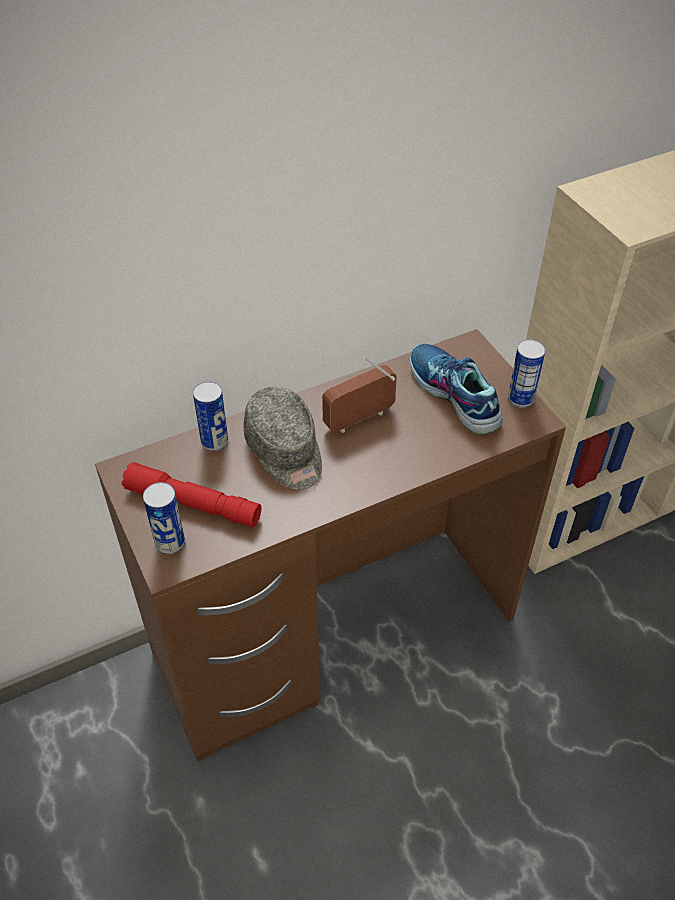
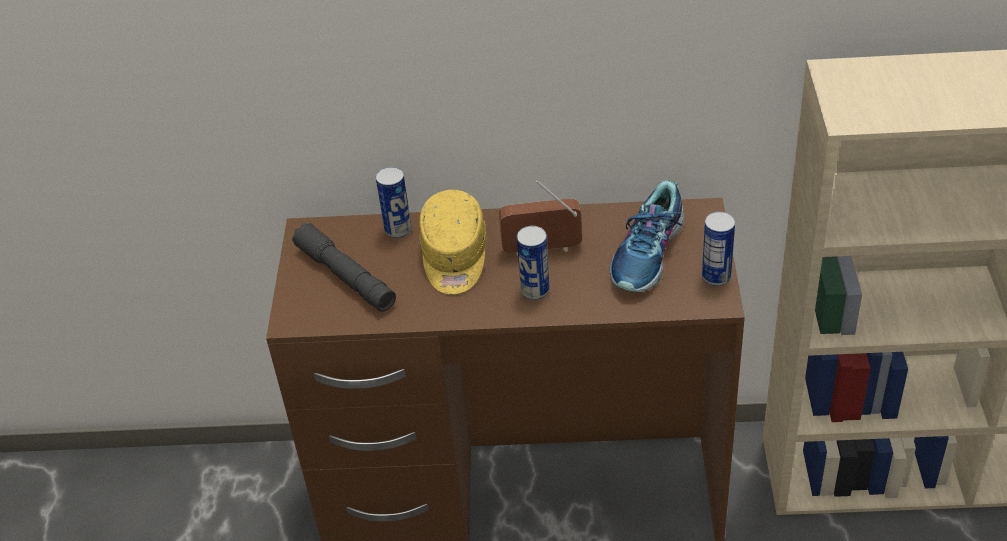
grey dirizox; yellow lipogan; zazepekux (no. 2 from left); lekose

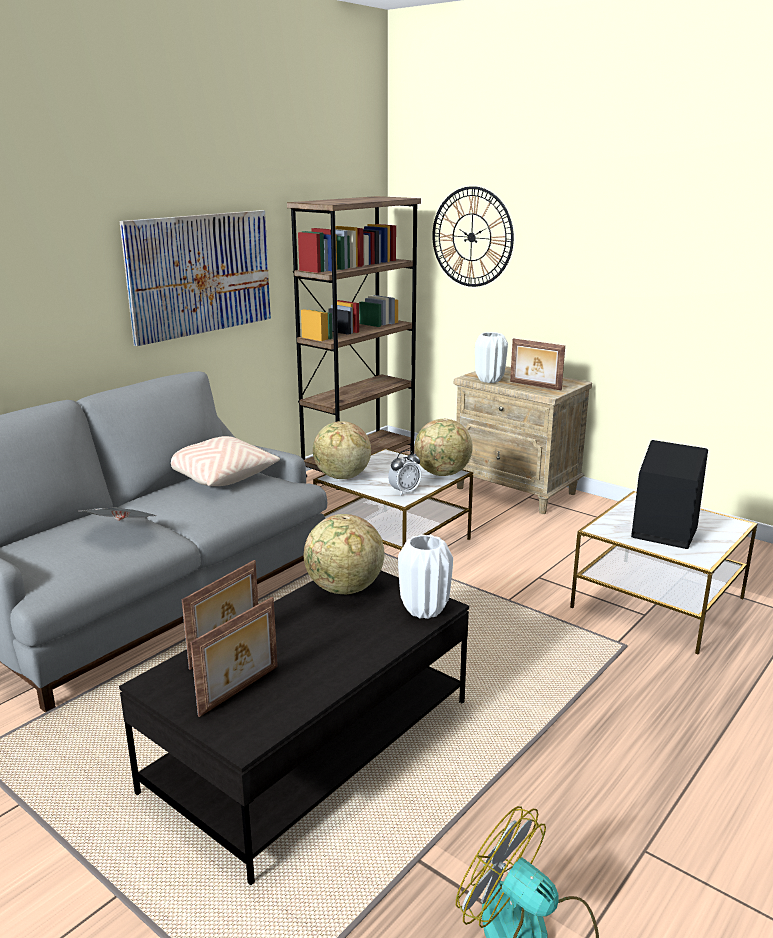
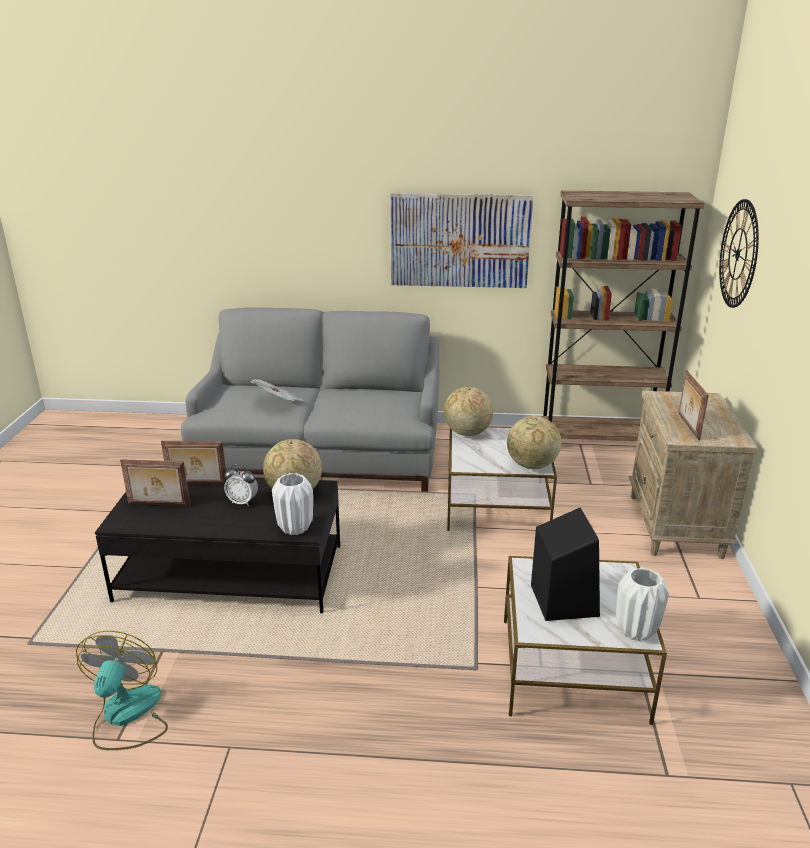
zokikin; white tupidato (no. 2 from left); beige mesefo

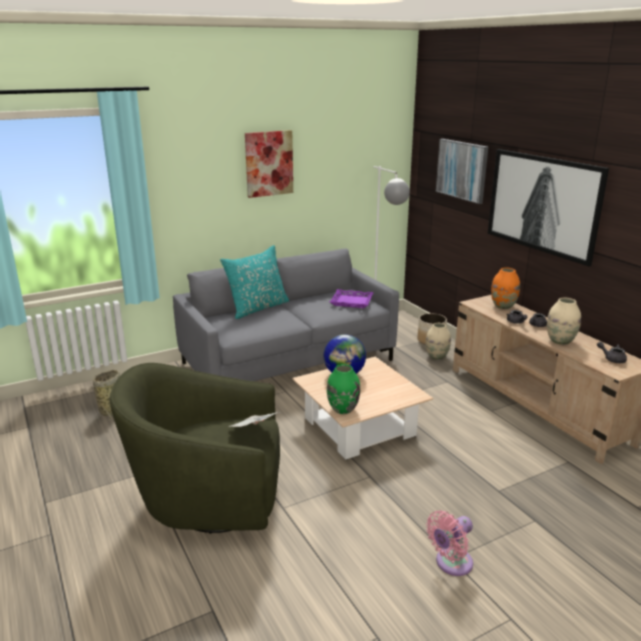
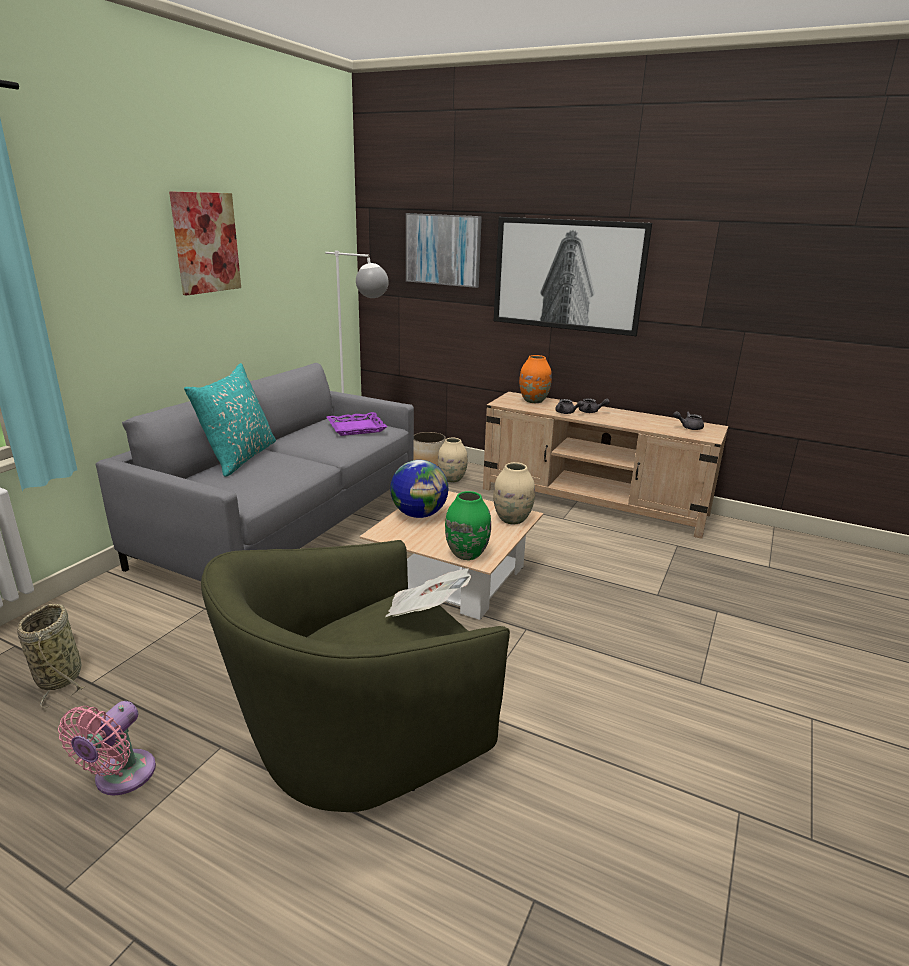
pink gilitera; beige tupidato (no. 2 from left)

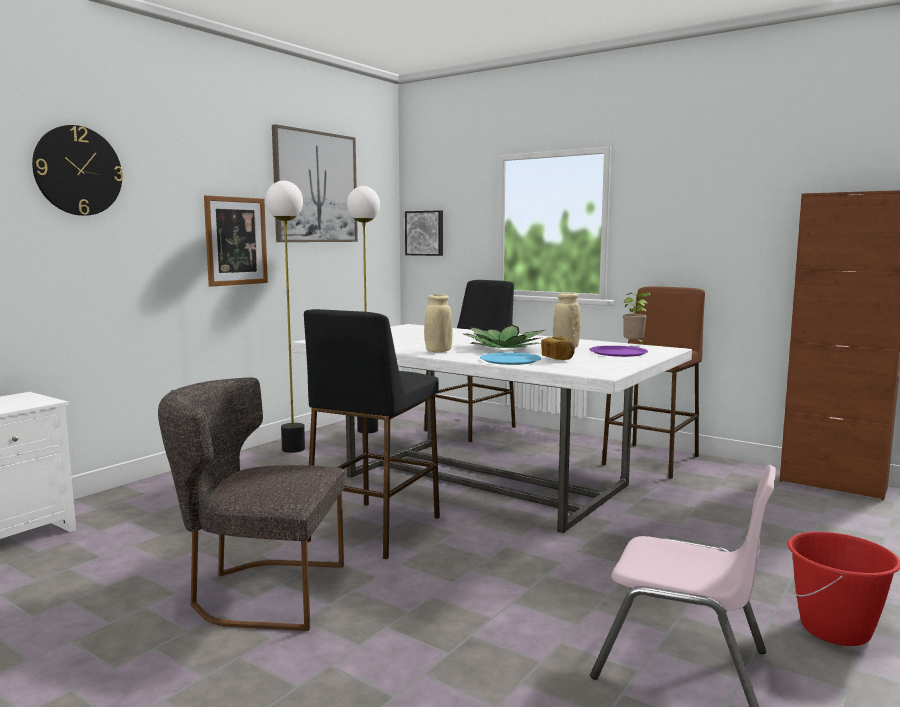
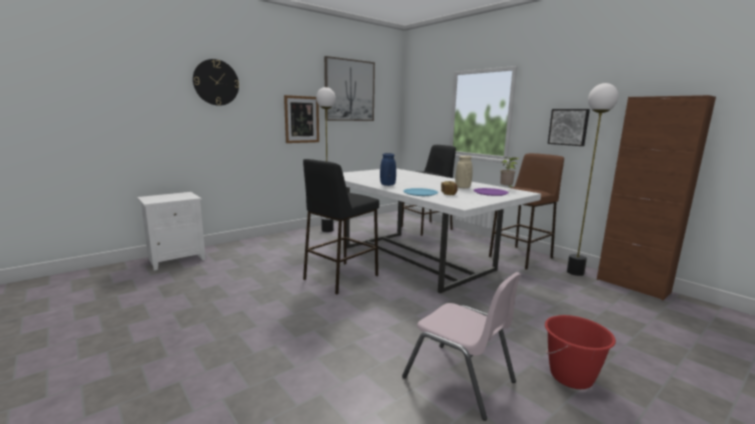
blue tupidato; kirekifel (no. 3 from left); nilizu (no. 2 from left); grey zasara; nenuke (no. 1 from left in the first image)

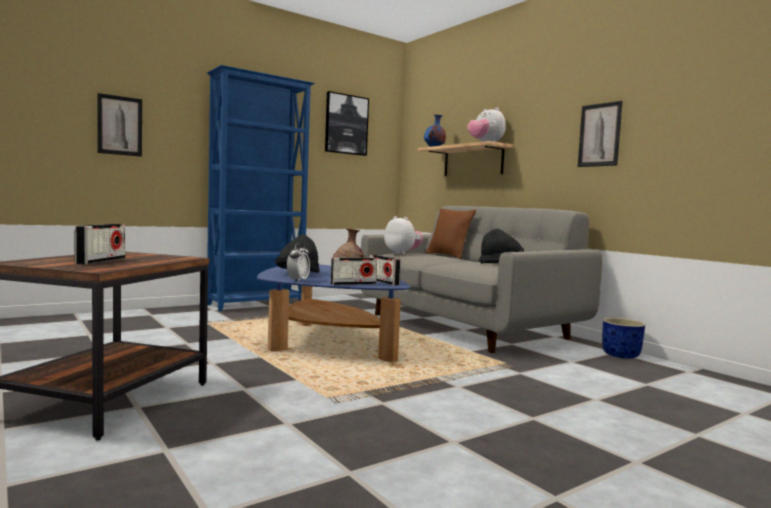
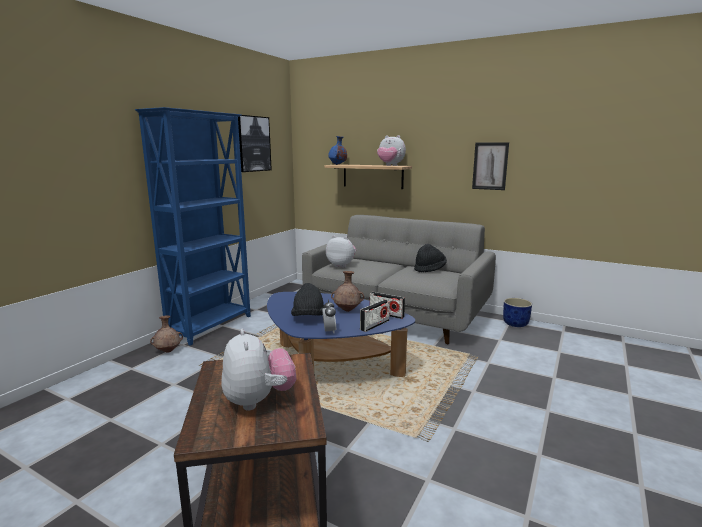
brown tupidato (no. 1 from left); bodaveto (no. 1 from left); kirekifel (no. 1 from left in the first image); brown mesefo

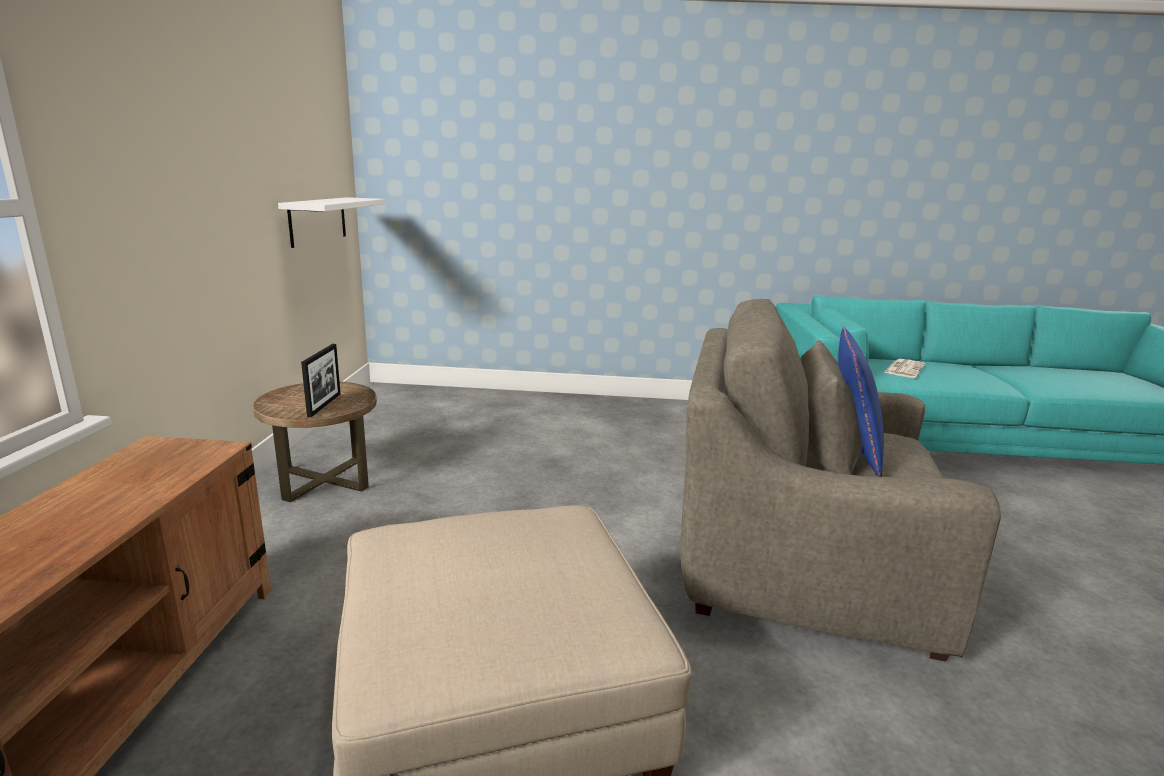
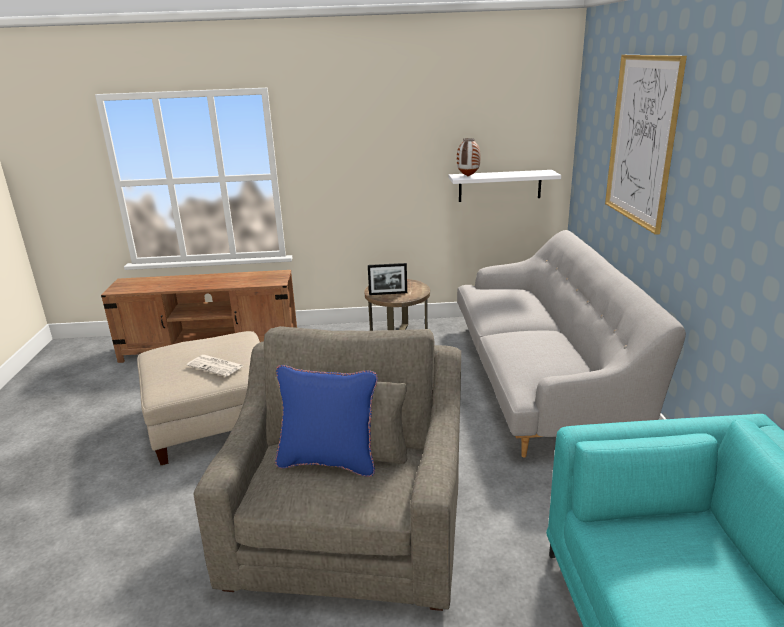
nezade; tupidato; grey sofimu; kirekifel

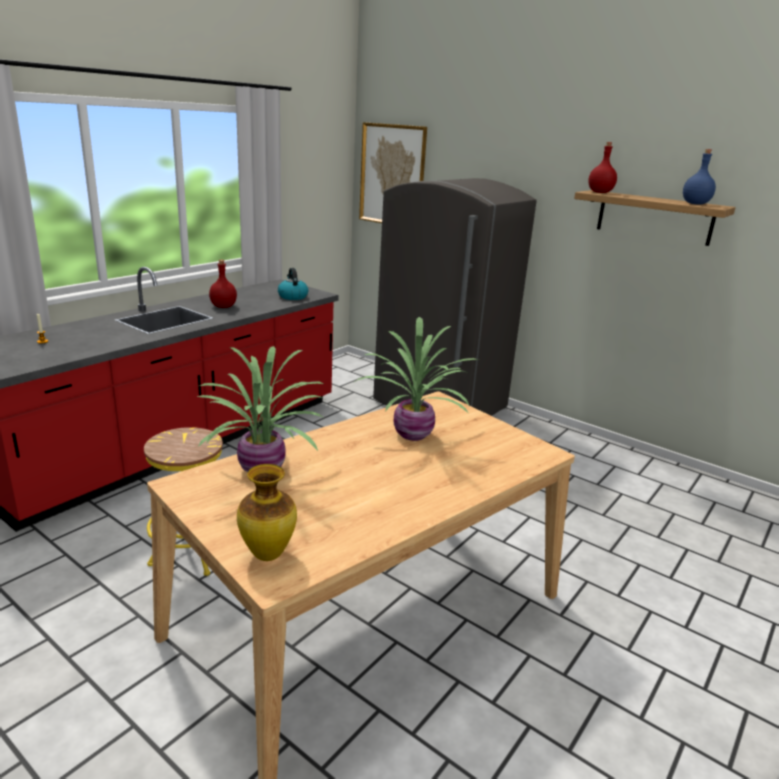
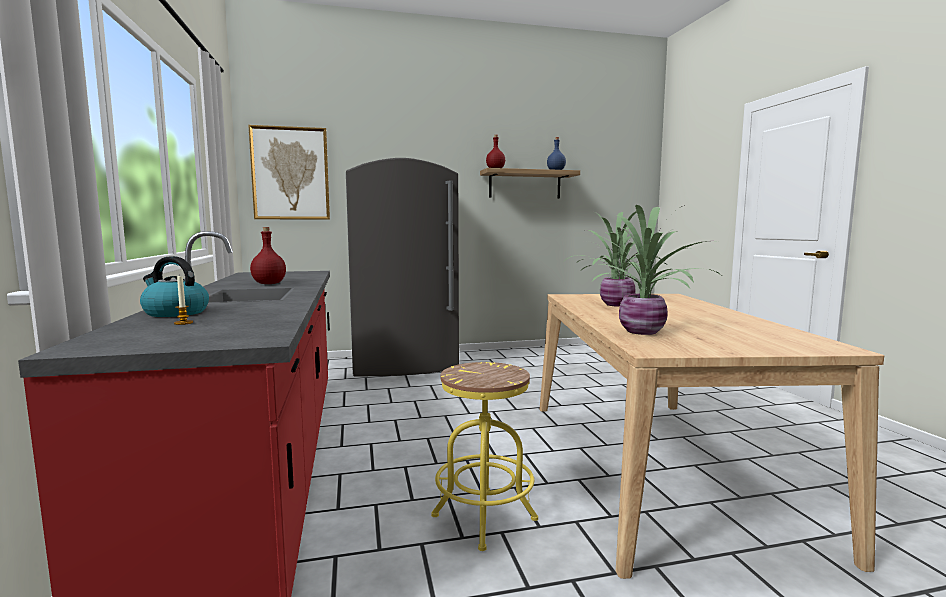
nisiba; tupidato

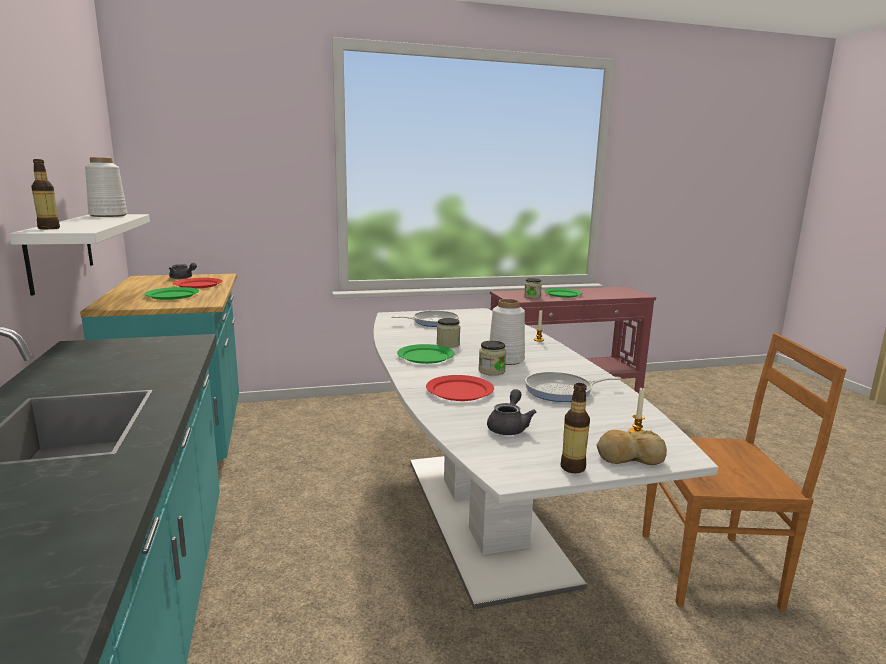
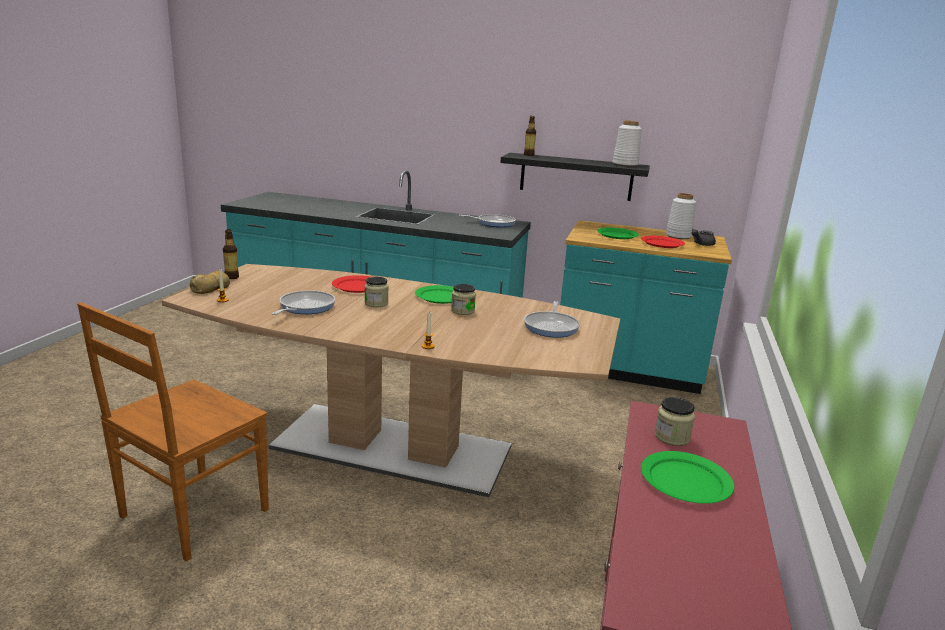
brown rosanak; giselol (no. 2 from left); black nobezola; white tupidato (no. 2 from left); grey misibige (no. 2 from left in the first image)

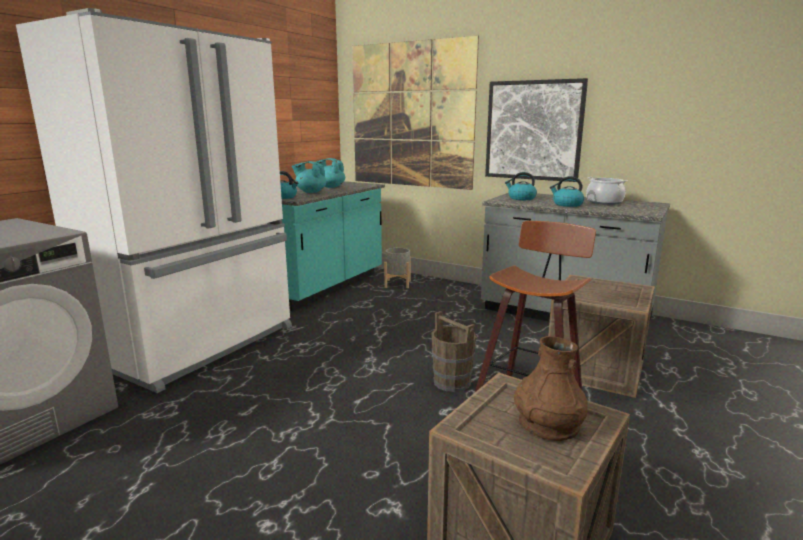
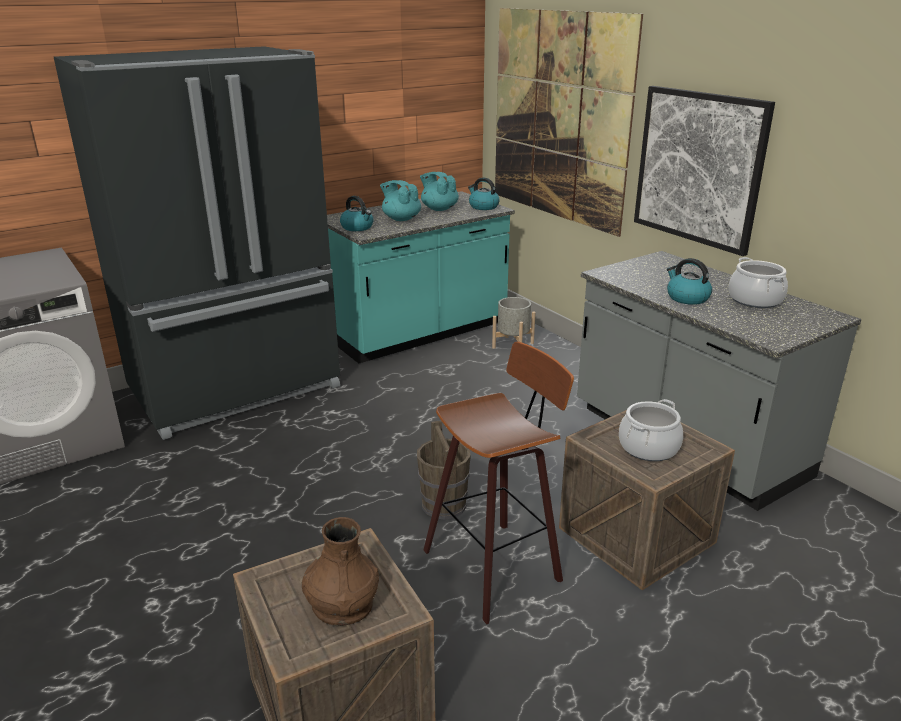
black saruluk; nisiba (no. 2 from left); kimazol (no. 1 from left)

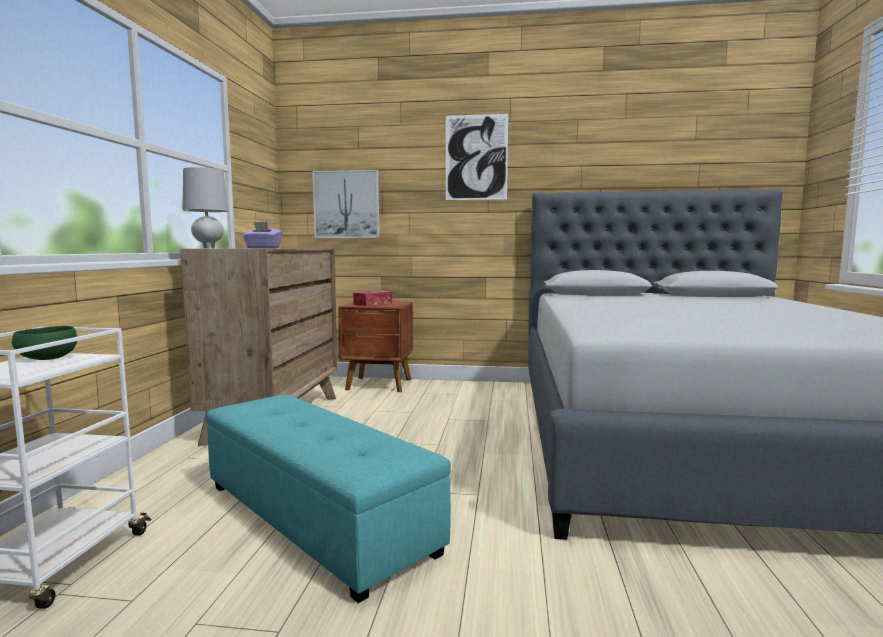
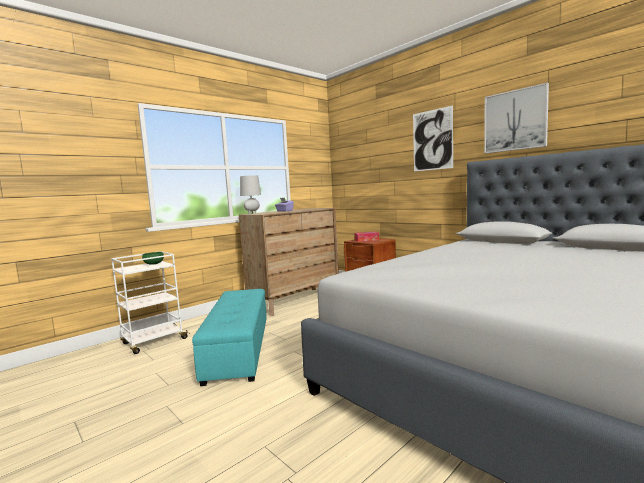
kirekifel (no. 2 from left)

